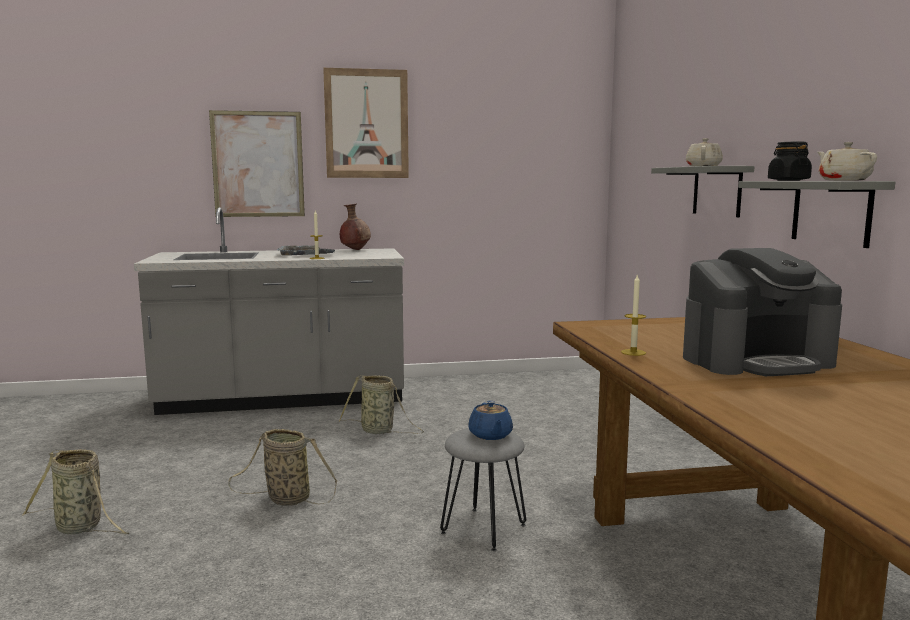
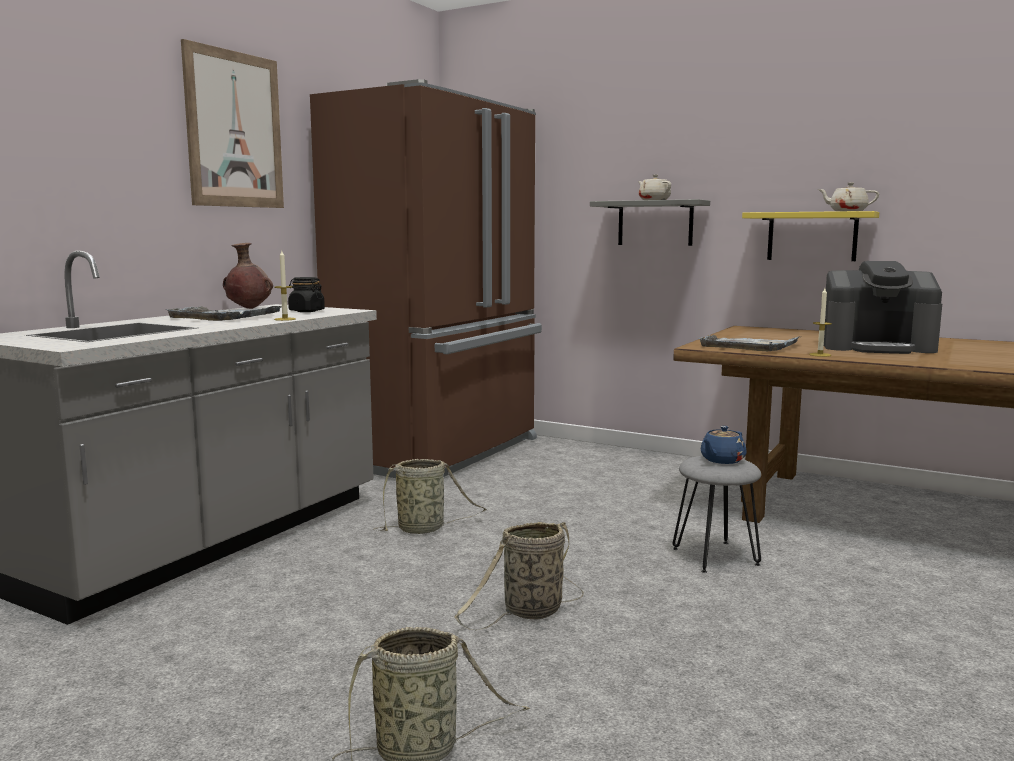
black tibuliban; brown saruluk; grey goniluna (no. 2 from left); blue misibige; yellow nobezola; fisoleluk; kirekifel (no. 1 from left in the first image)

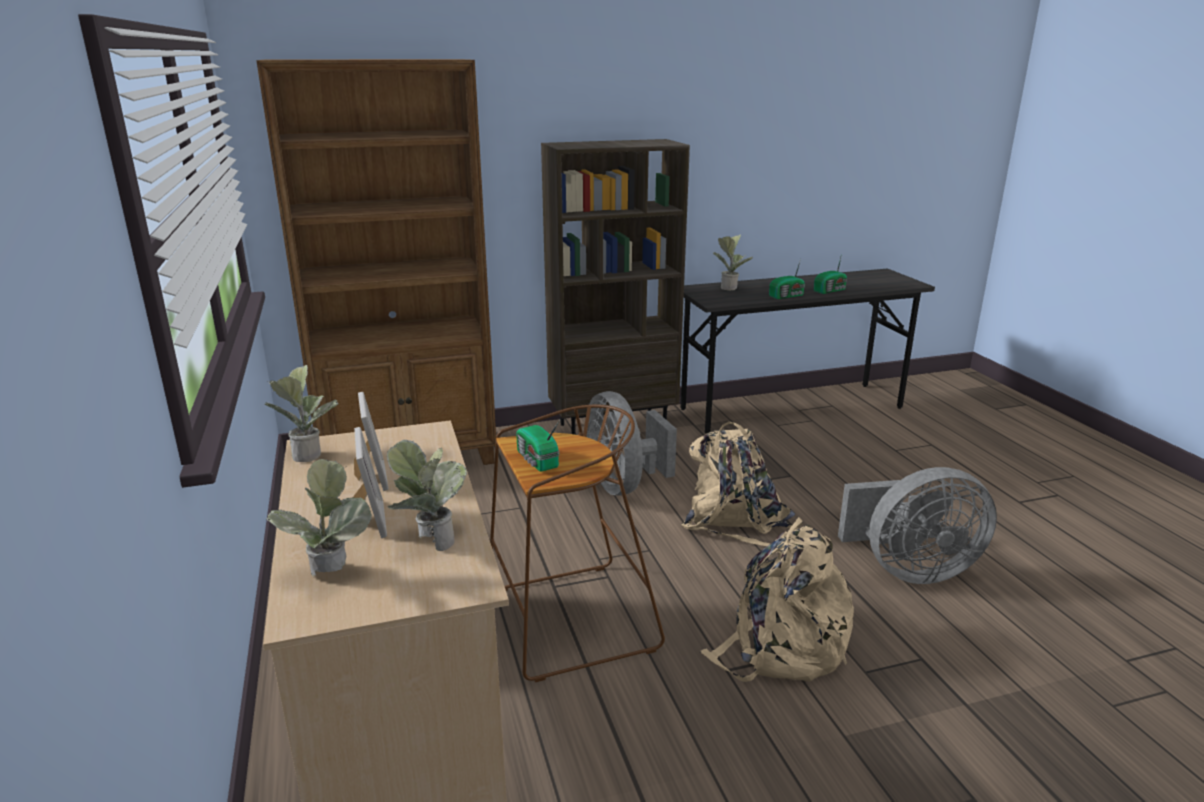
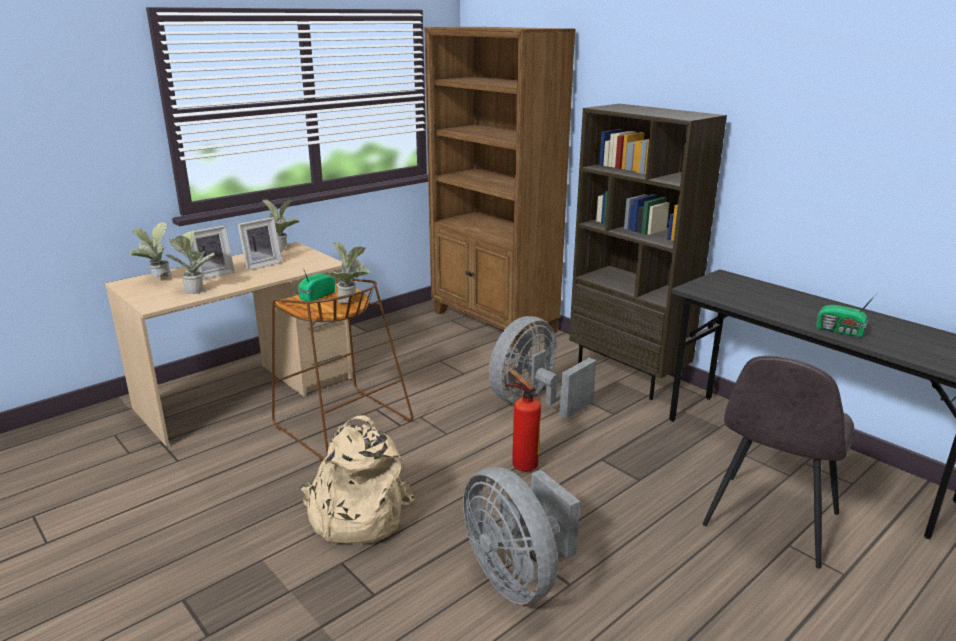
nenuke (no. 4 from left); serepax; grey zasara; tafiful (no. 2 from left in the first image)

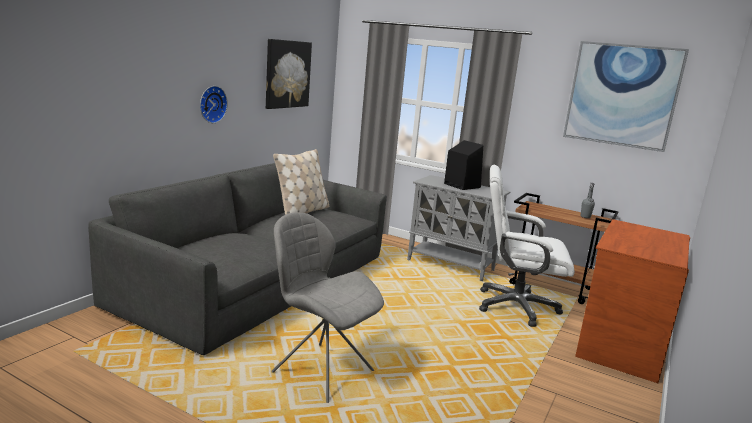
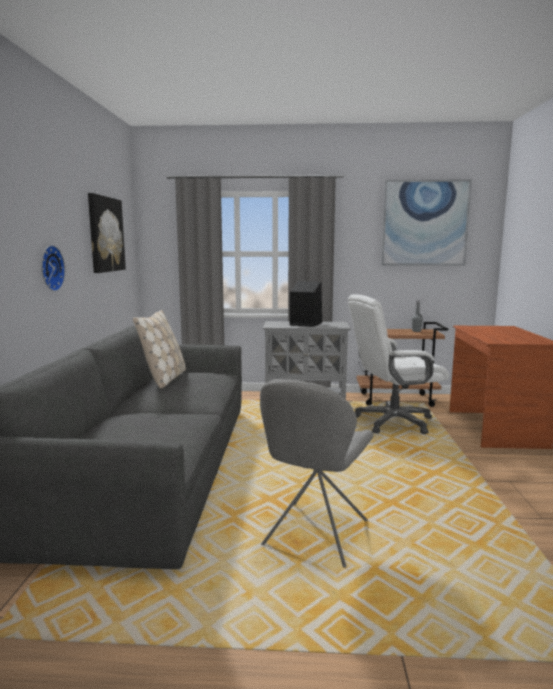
grey zasara

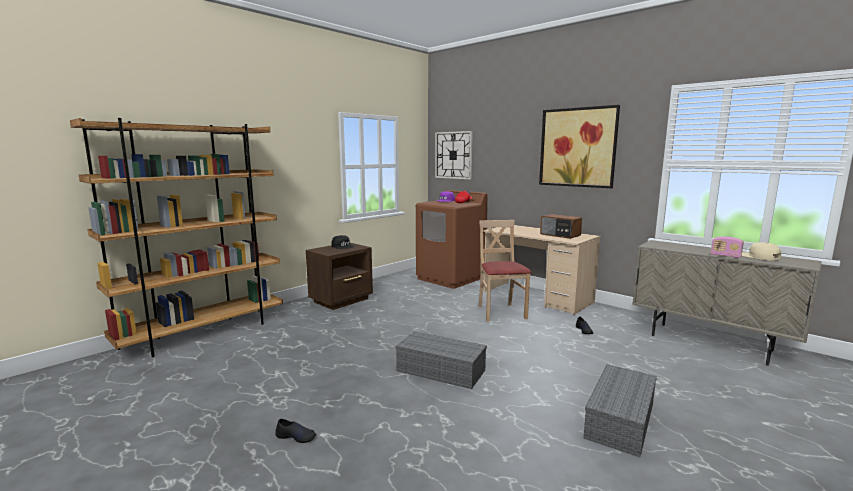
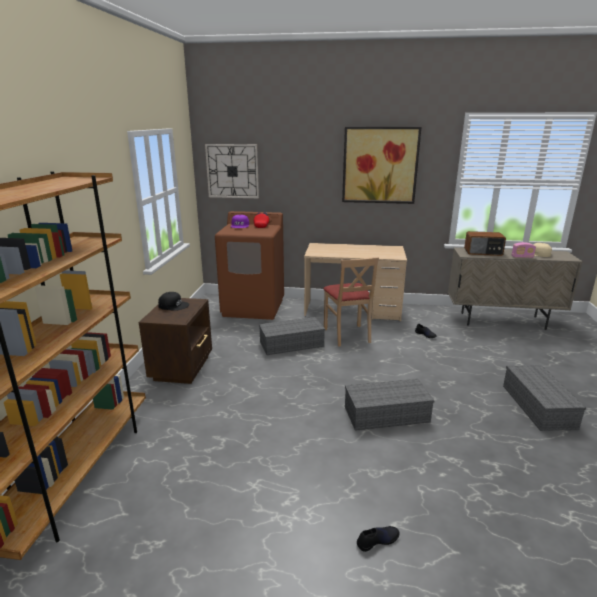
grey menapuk (no. 1 from left); beige zasara; tafiful (no. 1 from left)

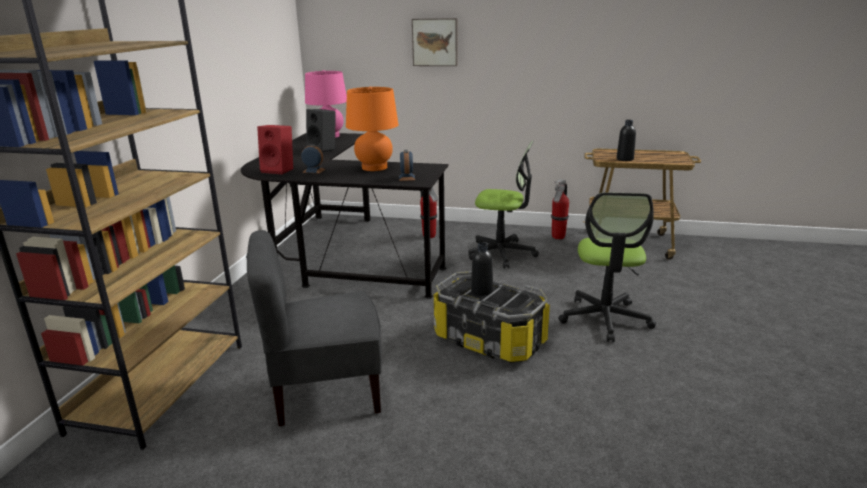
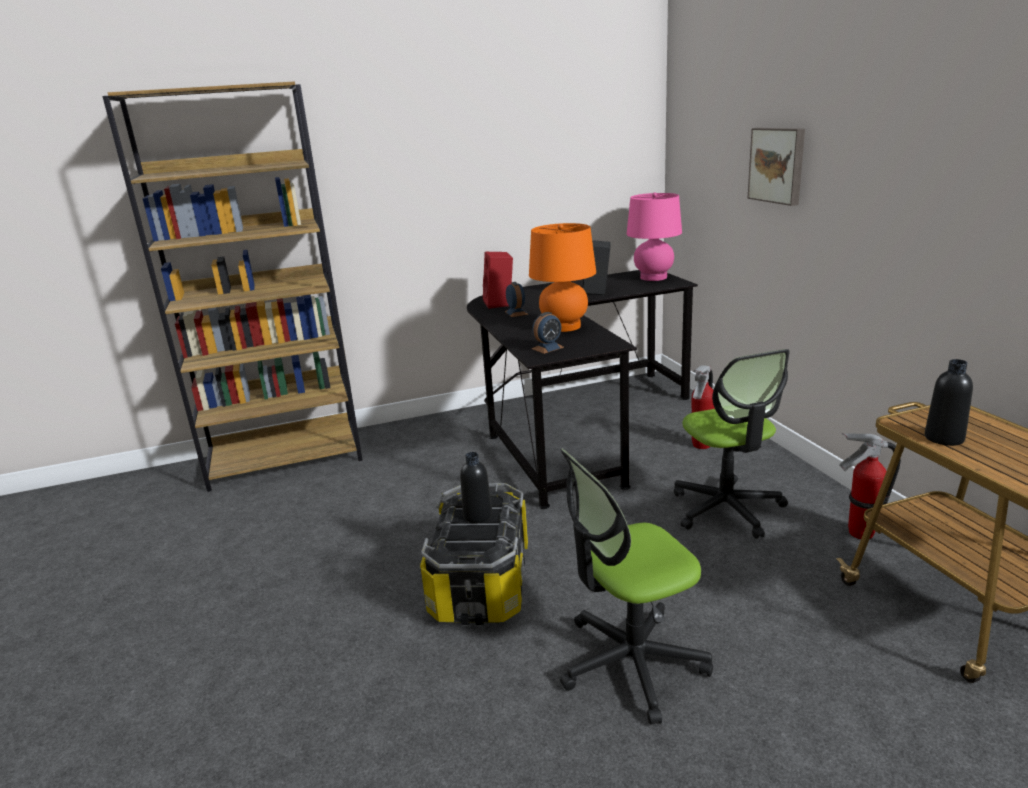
grey zasara

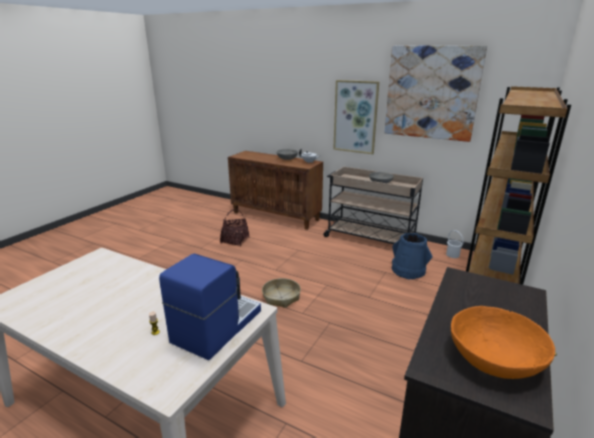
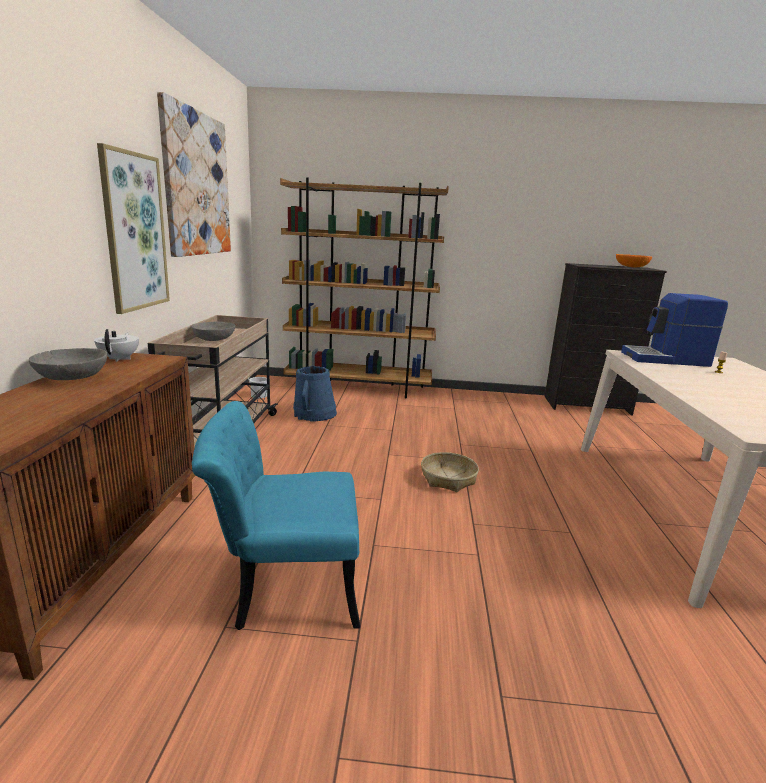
turquoise zasara

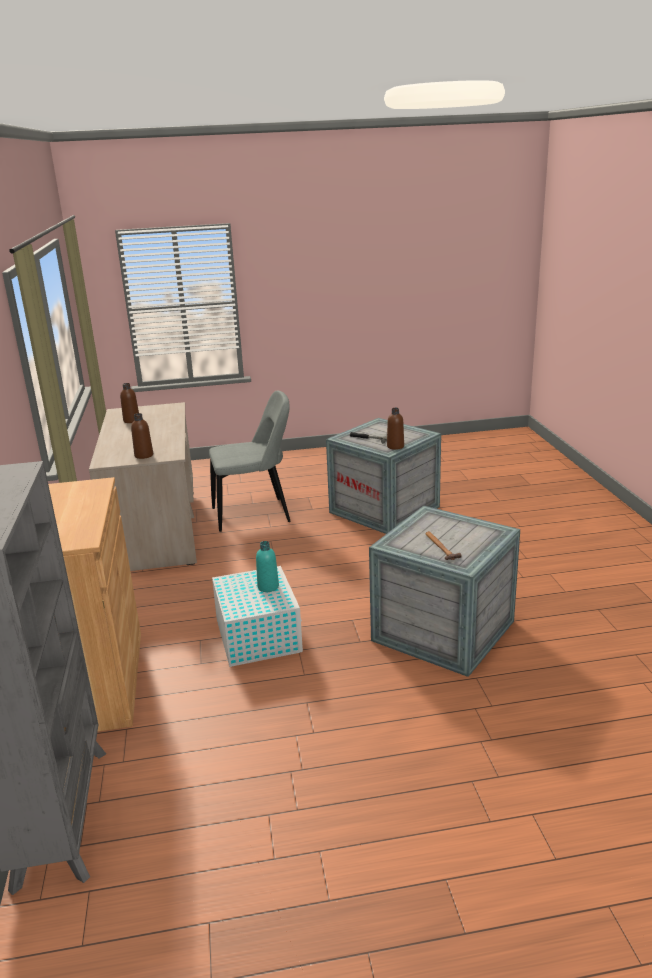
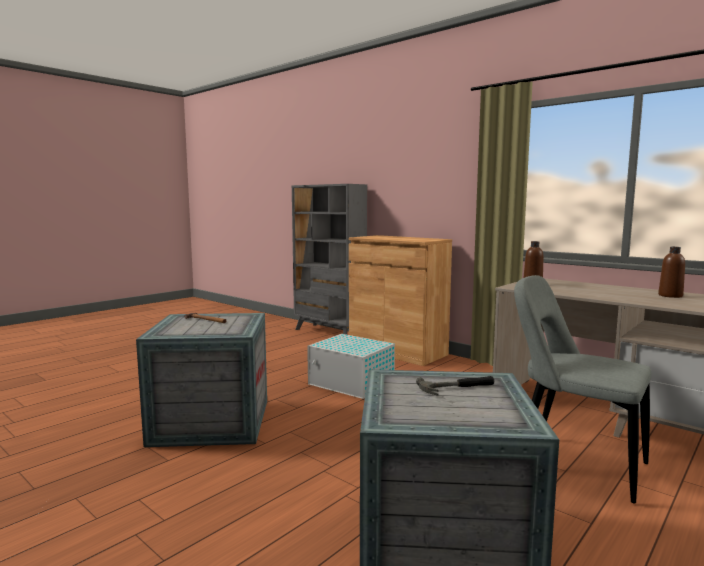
grey zasara; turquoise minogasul; brown minogasul (no. 3 from left in the first image)

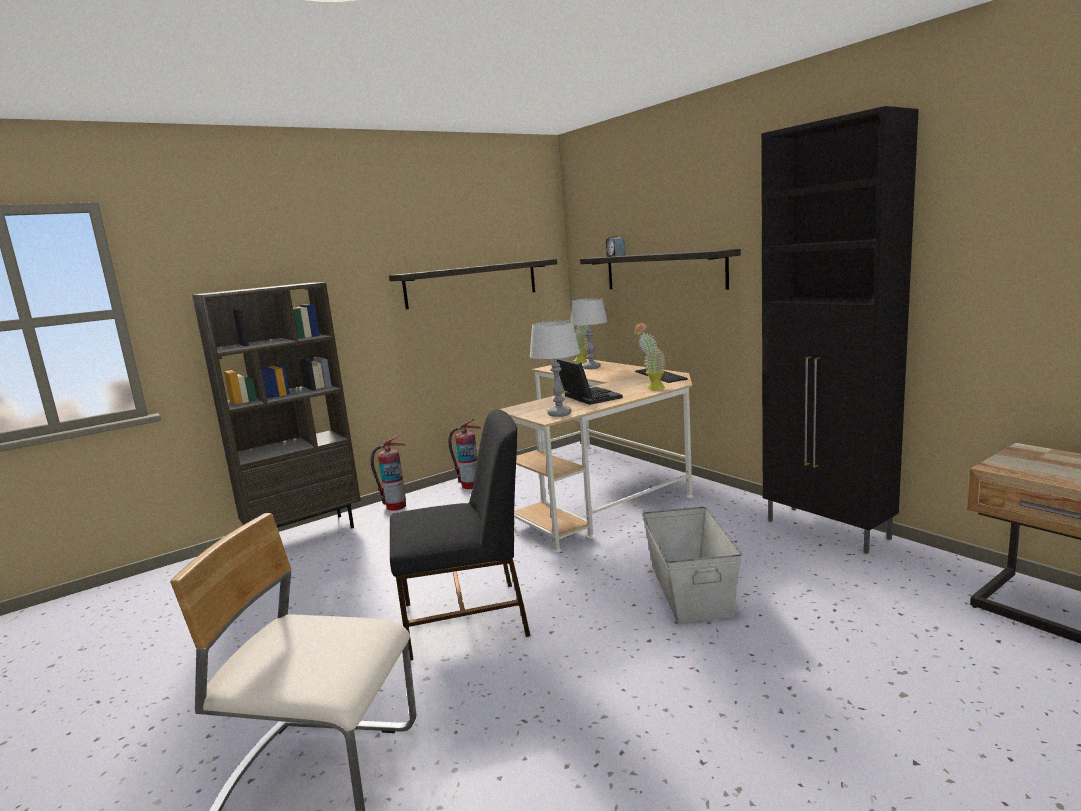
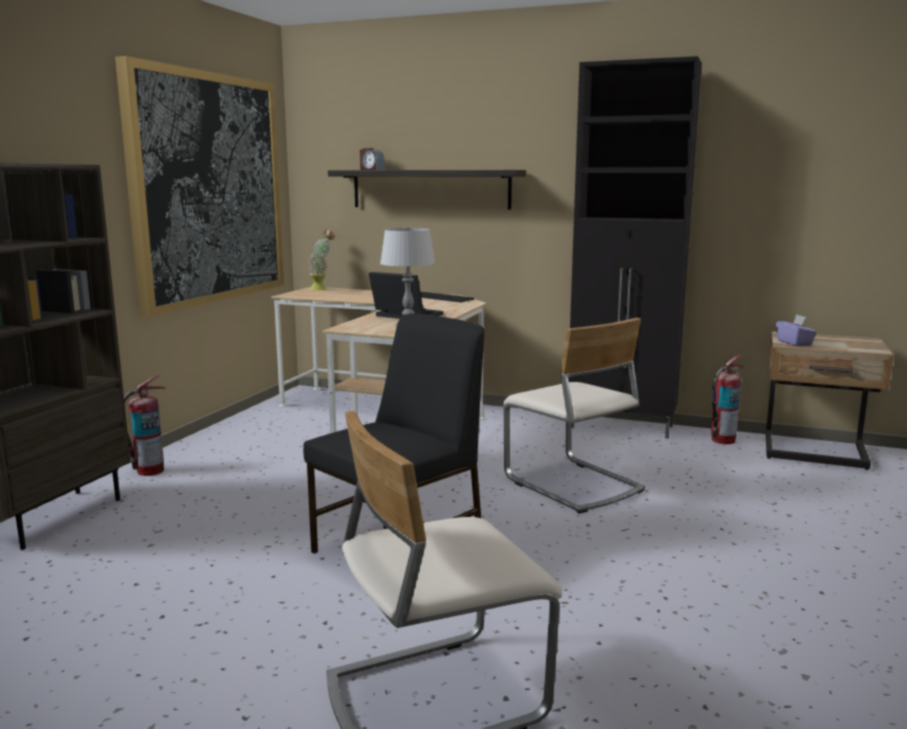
kirekifel; beige zasara (no. 2 from left); serepax (no. 2 from left); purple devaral; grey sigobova (no. 2 from left in the first image); nenuke (no. 2 from left in the first image)

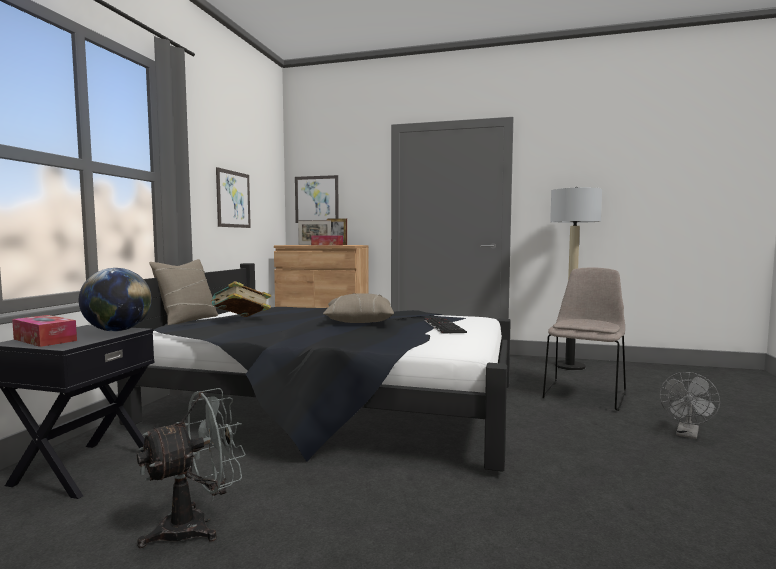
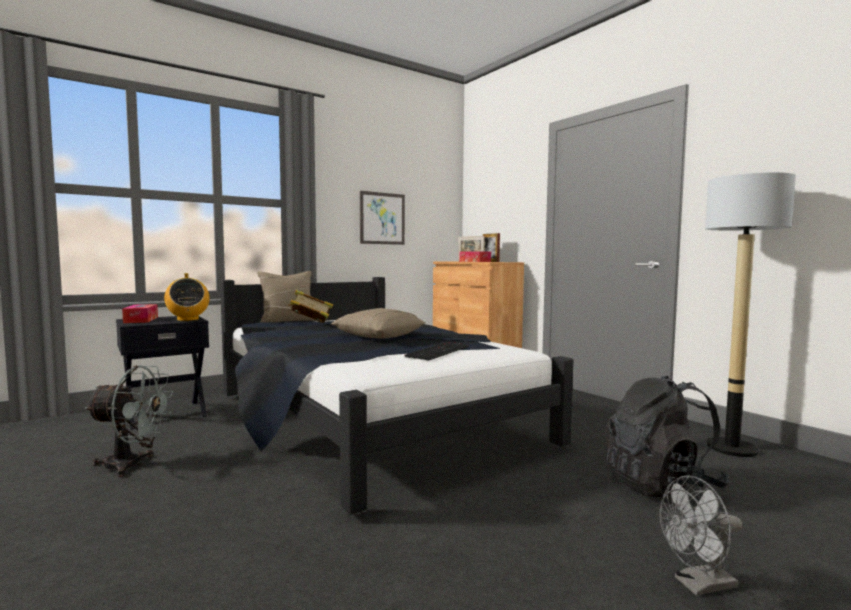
tafiful; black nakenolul; kirekifel (no. 2 from left in the first image)

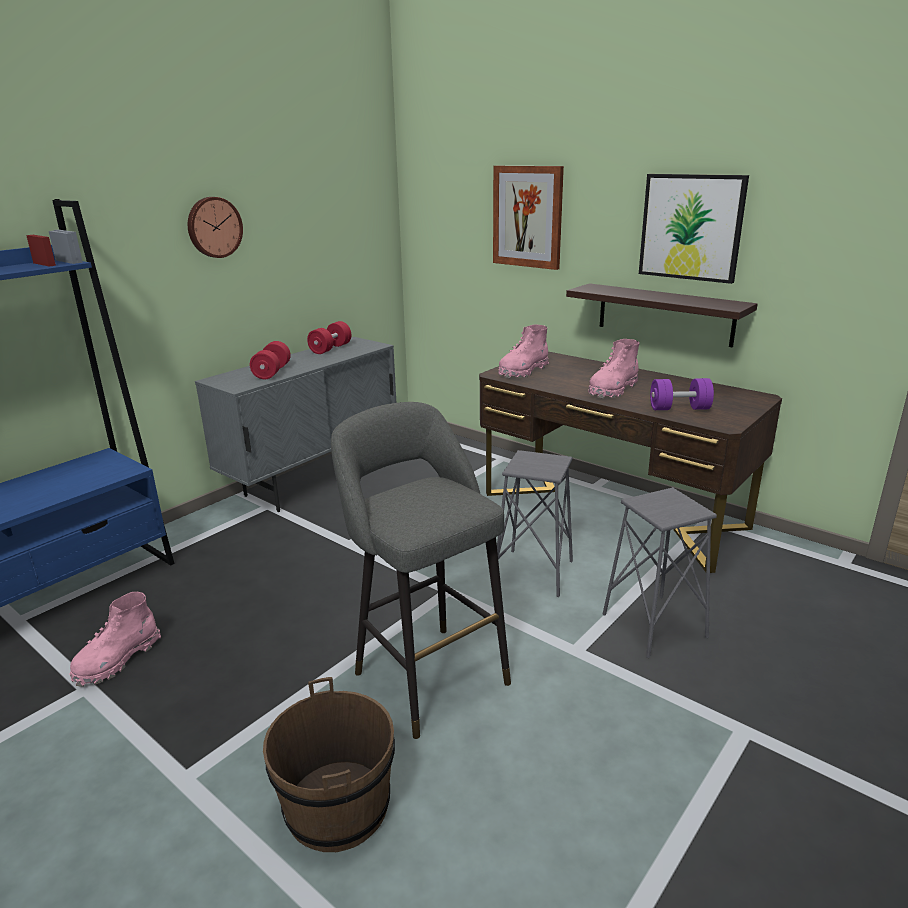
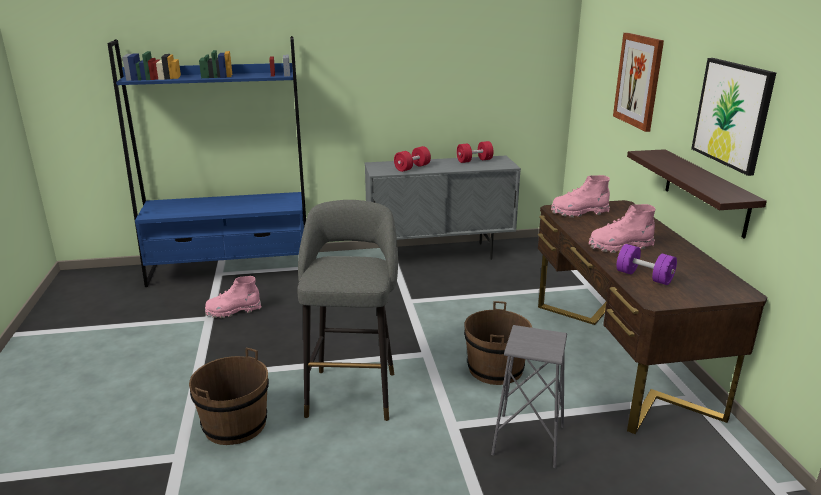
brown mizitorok (no. 2 from left); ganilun

